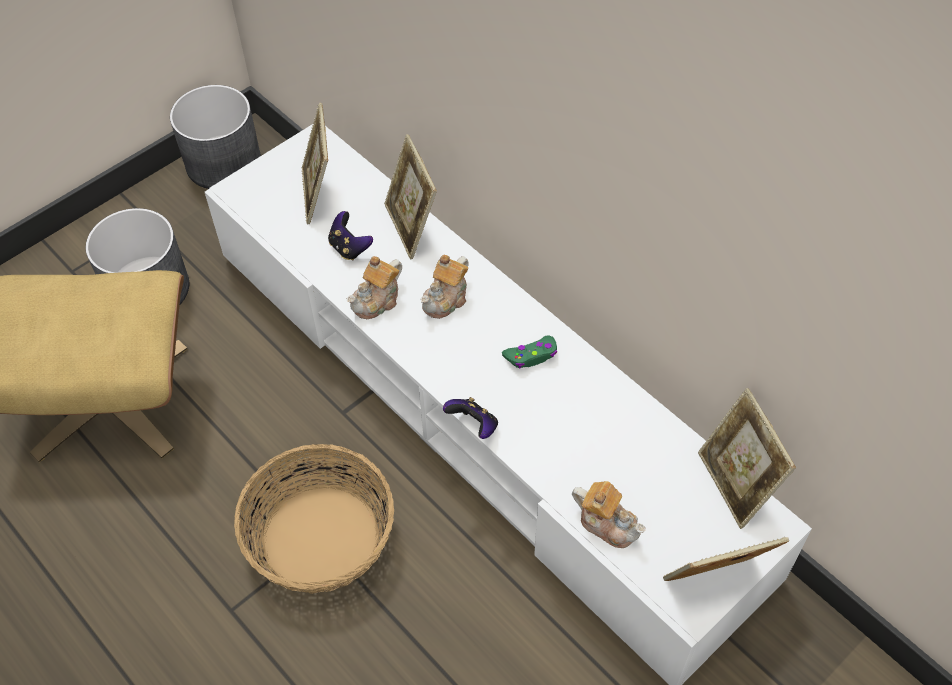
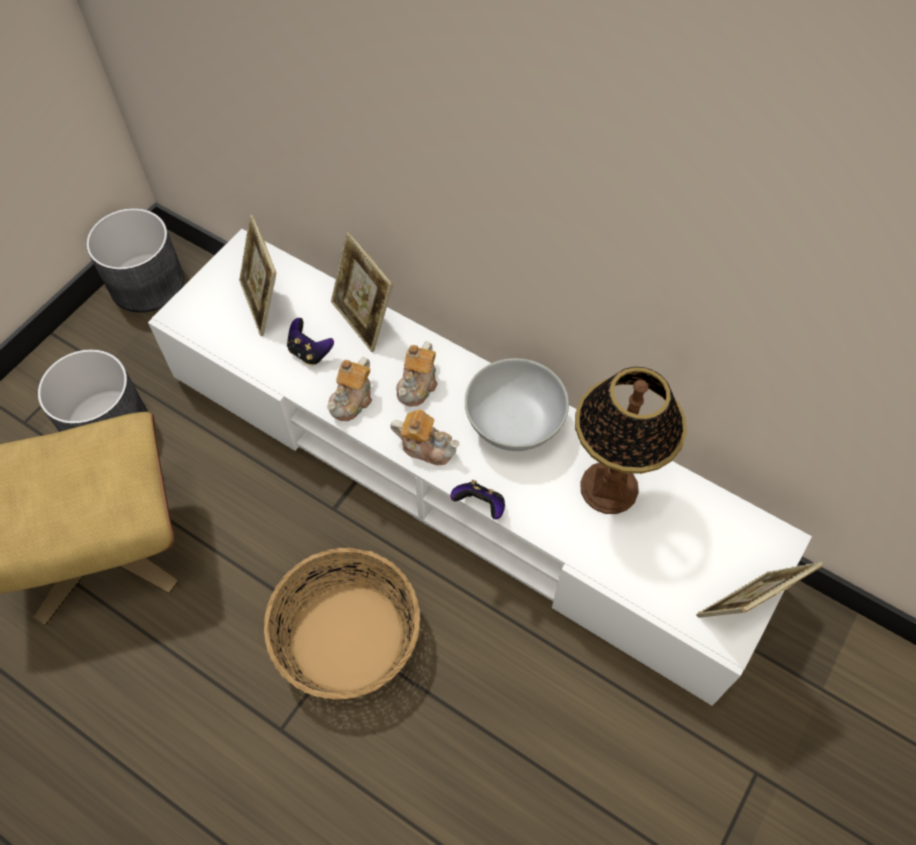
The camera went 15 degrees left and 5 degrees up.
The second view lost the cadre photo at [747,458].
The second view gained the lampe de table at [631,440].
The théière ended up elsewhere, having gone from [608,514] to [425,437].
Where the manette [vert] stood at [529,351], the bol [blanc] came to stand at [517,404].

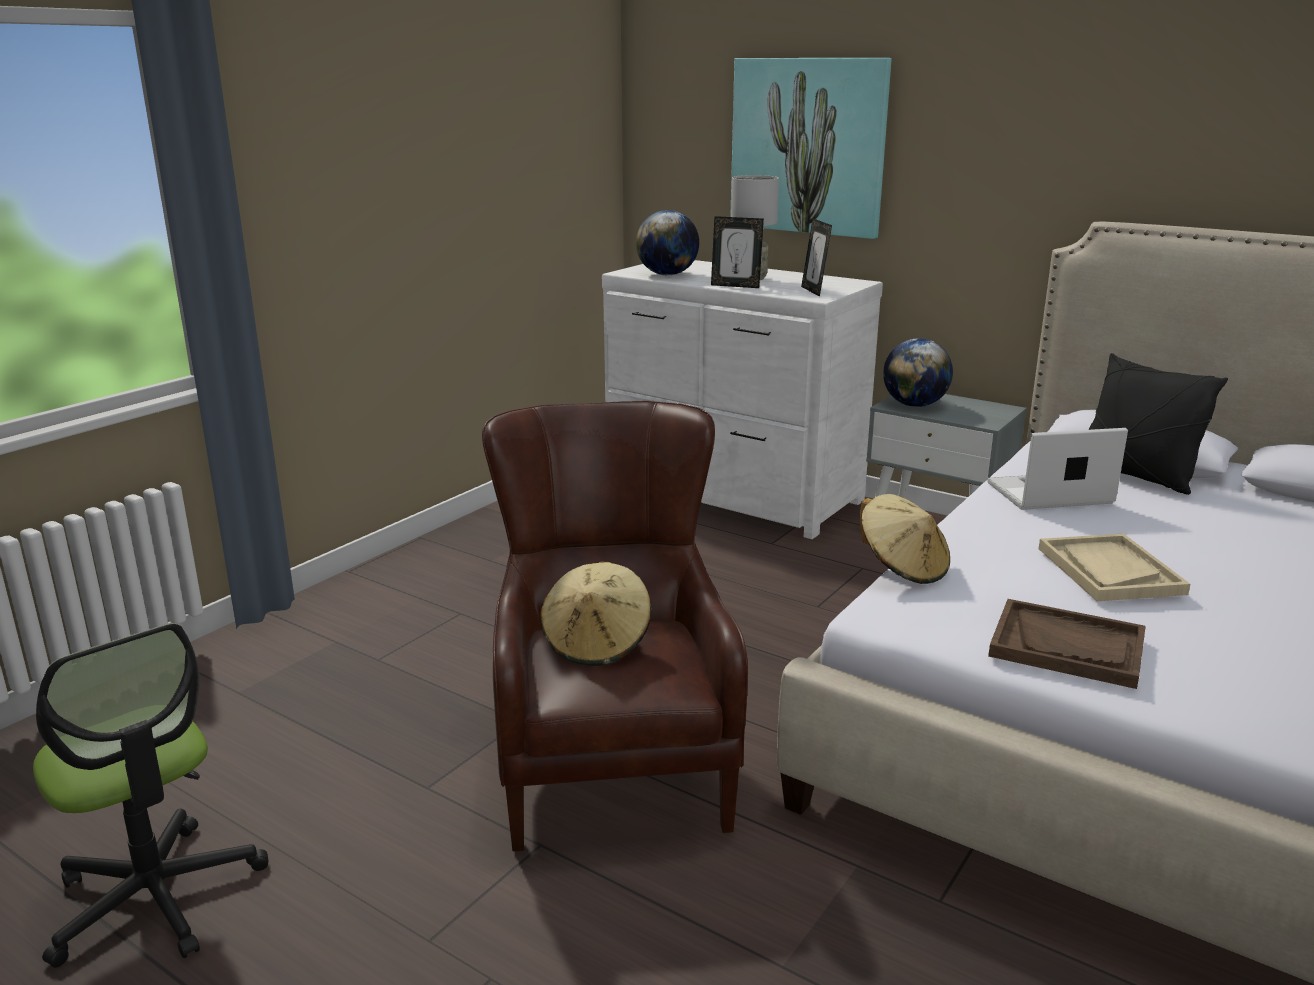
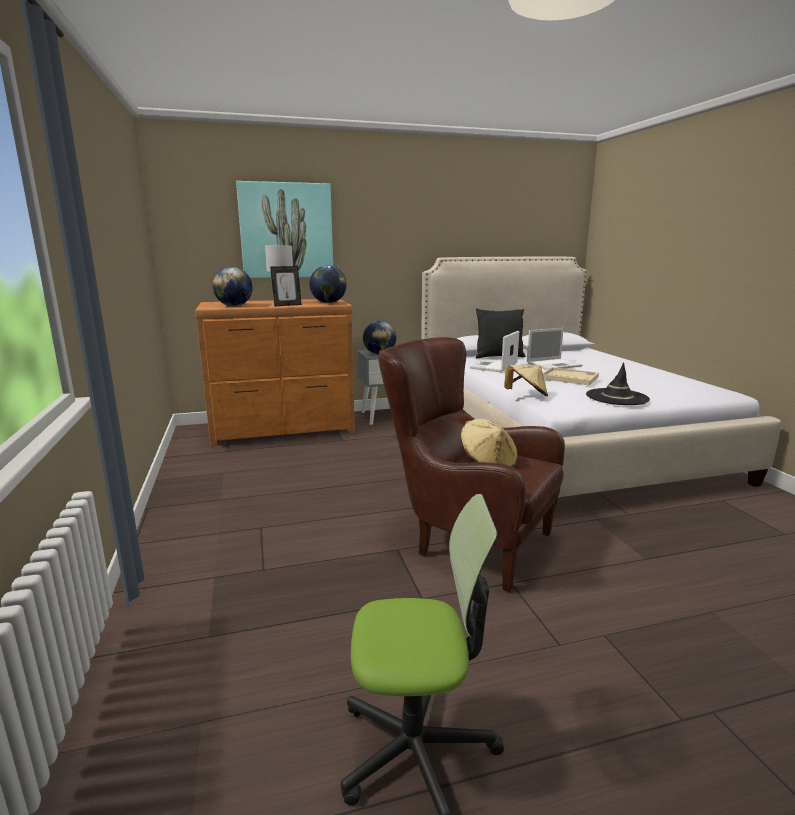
The camera went 50 degrees left and 5 degrees down.
The second view gained the ordinateur portable at [554,349].
Where the cadre photo stood at [816,258], the globe came to stand at [328,284].
Where the plateau [marron] stood at [1067,644], the chapeau [noir] came to stand at [618,383].
What was the commode [blanc] at [742,399] turned into the commode [marron] at [275,372].

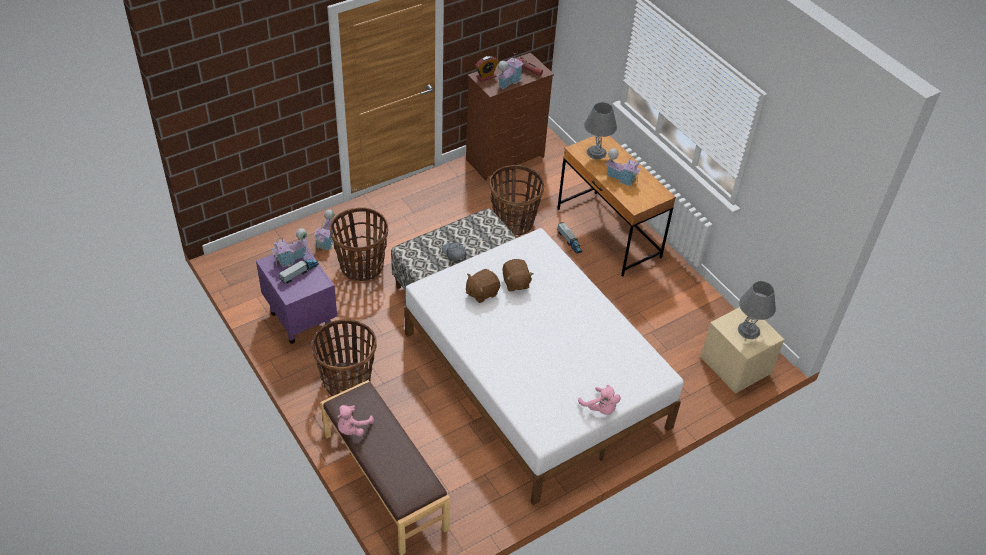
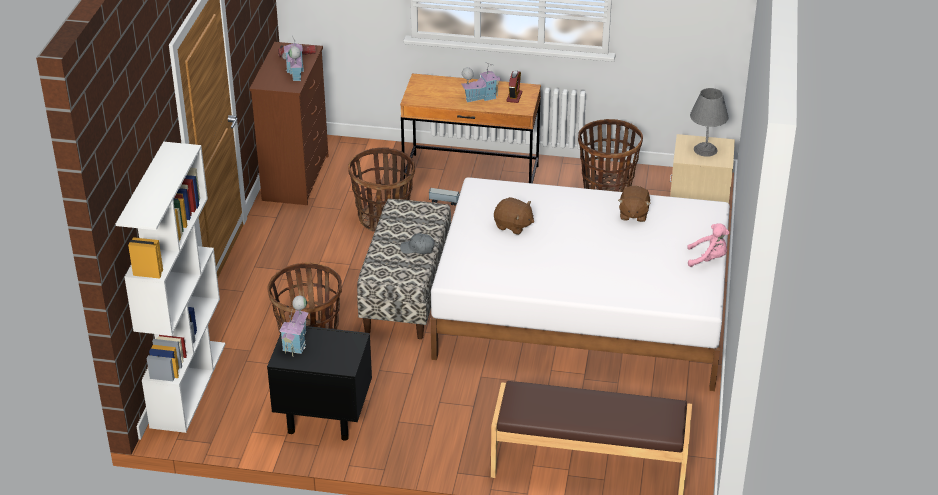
The camera went 45 degrees left and 10 degrees down.
The second view lost the camion jouet at [299,271].
The second view lost the maison miniature at [324,230].
The second view lost the peluche [rose] at [356,420].
The second view lost the lampe de table [gris] at [600,130].
The second view gained the bibliothèque [blanc] at [171,287].
The panier ended up elsewhere, having gone from [344,357] to [610,155].
The peluche [marron] ended up elsewhere, having gone from [483,286] to [634,204].
The réveil ended up elsewhere, having gone from [486,69] to [514,87].
What was the table de chevet [violet] at [296,295] turned into the table de chevet [noir] at [319,383].

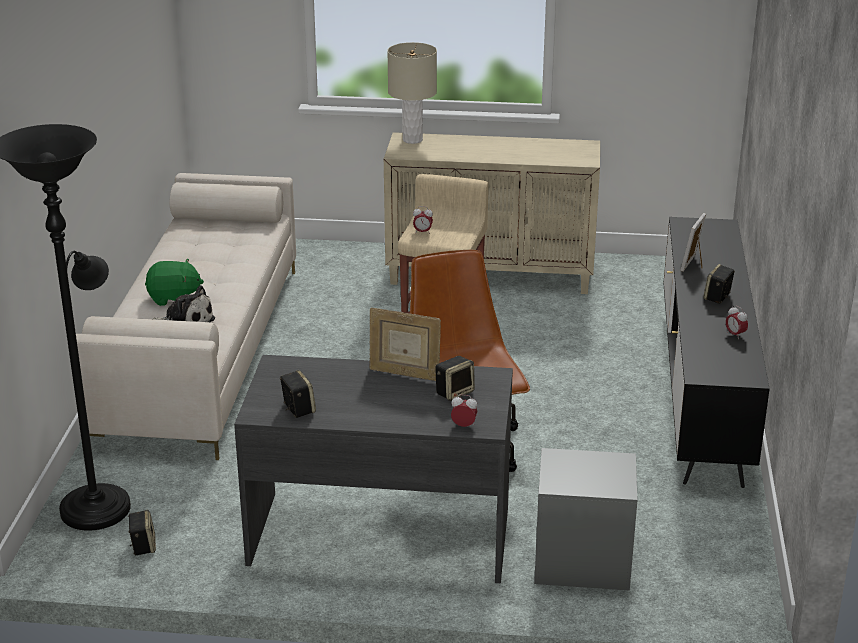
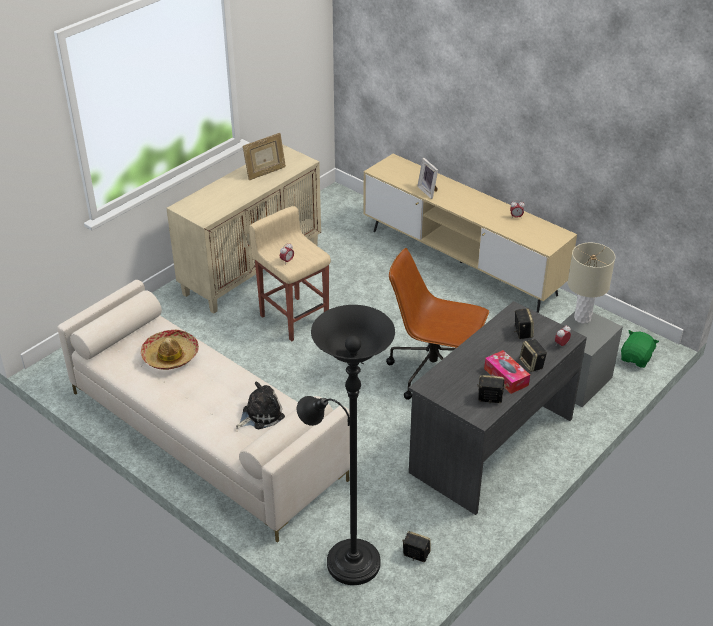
The camera went 55 degrees left and 10 degrees up.
The second view gained the chapeau at [170,350].
The second view gained the boîte à mouchoirs at [507,372].
The peluche [vert] ended up elsewhere, having gone from [174,282] to [640,349].
The cadre photo ended up elsewhere, having gone from [405,344] to [264,156].
The lampe de table [beige] ended up elsewhere, having gone from [412,93] to [591,283].
The enceinte ended up elsewhere, having gone from [719,284] to [533,355].
What was the meuble télé [noir] at [716,352] turned into the meuble télé [beige] at [470,233].

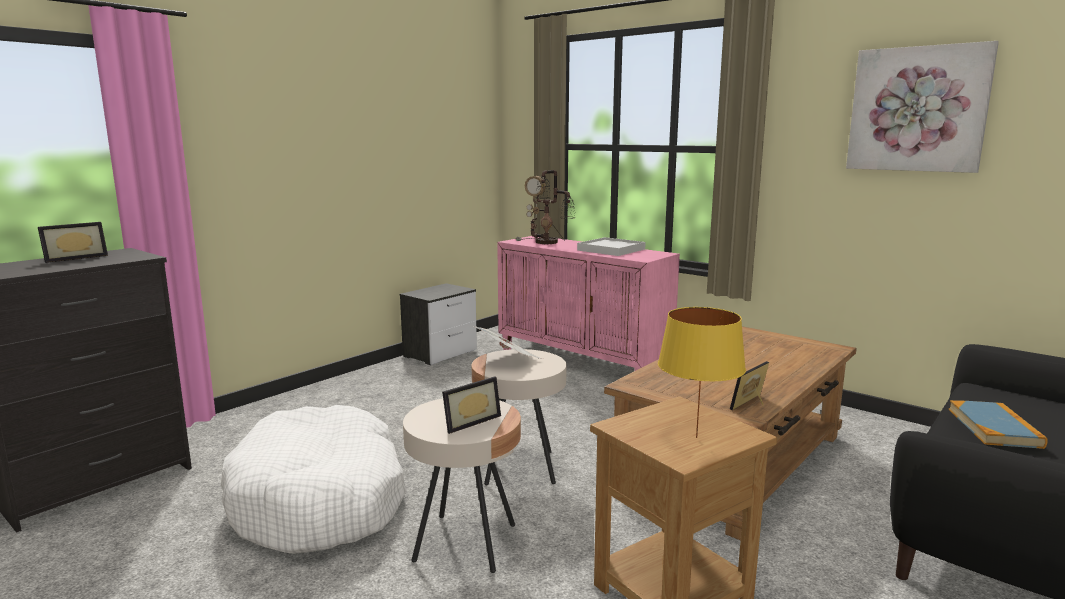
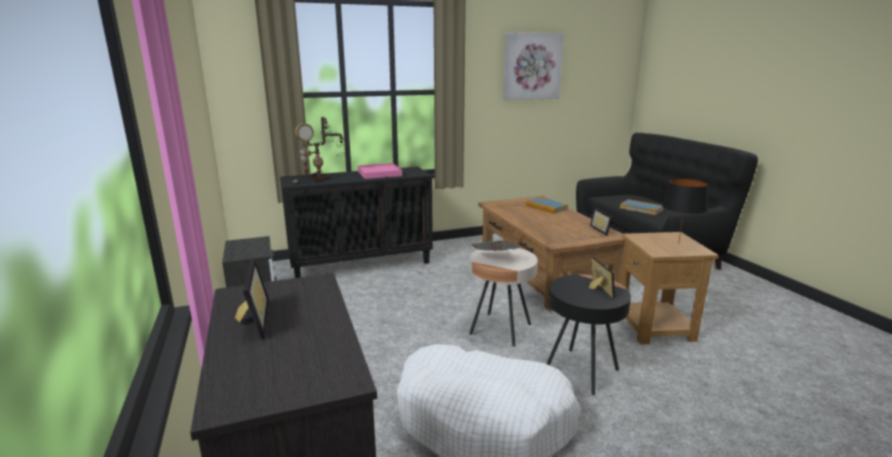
The camera went 60 degrees left and 5 degrees up.
The second view gained the livre at [546,205].
What was the table d'appoint [beige] at [462,485] turned into the table d'appoint [noir] at [588,334].
What was the meuble de rangement [rose] at [588,303] turned into the meuble de rangement [noir] at [356,222].
What was the plateau [blanc] at [611,246] turned into the plateau [rose] at [379,171].
What was the lampe de table [jaune] at [702,372] turned into the lampe de table [noir] at [685,211].

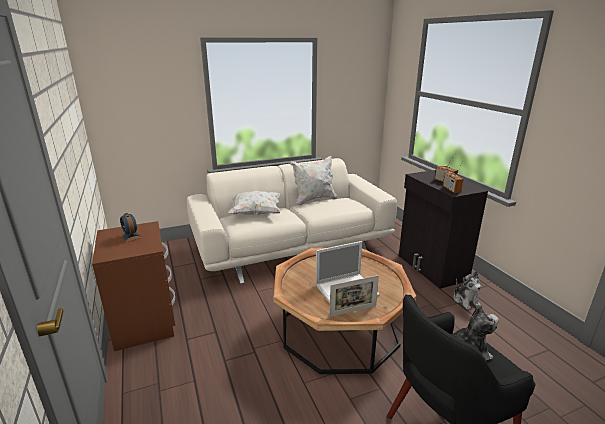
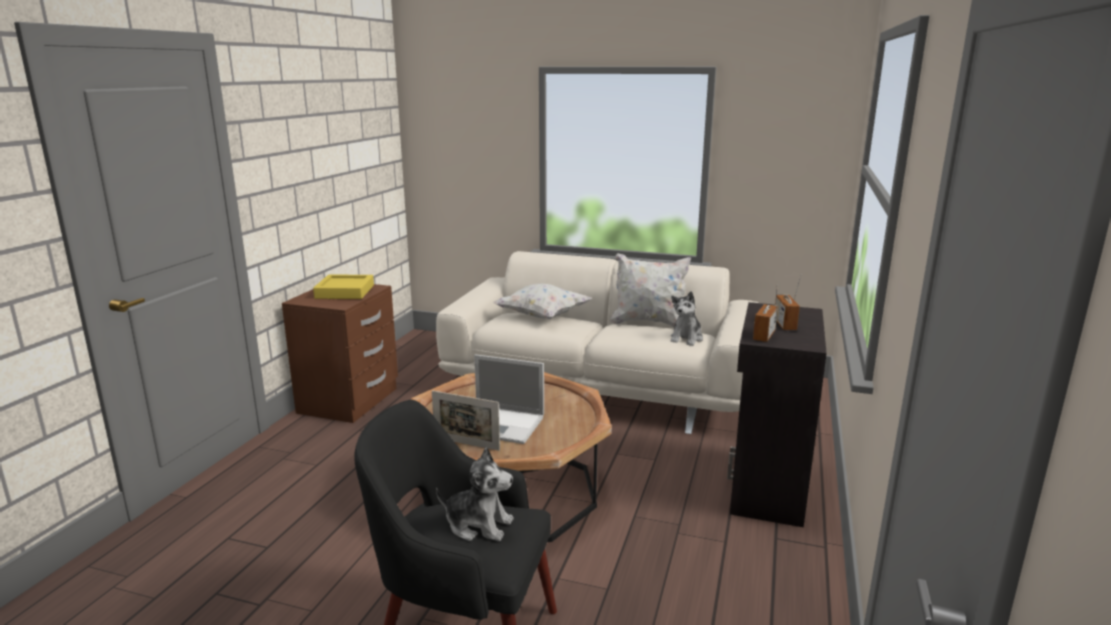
The camera went 40 degrees right and 5 degrees down.
The peluche ended up elsewhere, having gone from [467,290] to [687,318].
Where the réveil stood at [130,227], the plateau [jaune] came to stand at [343,287].

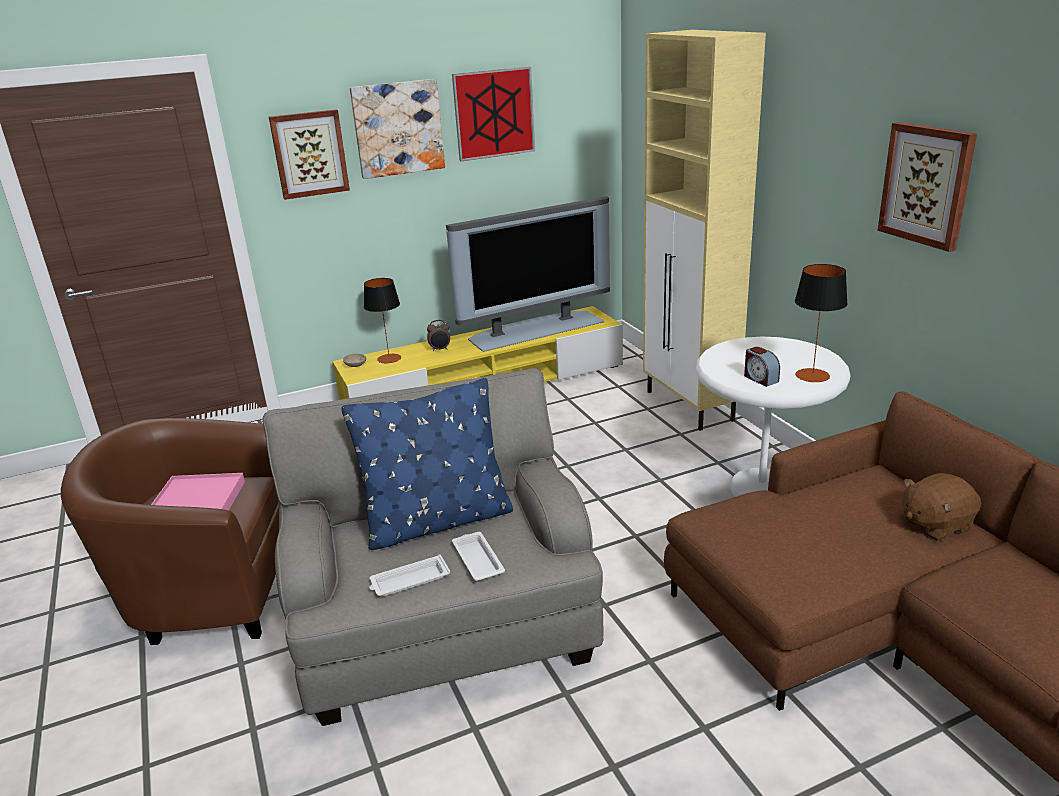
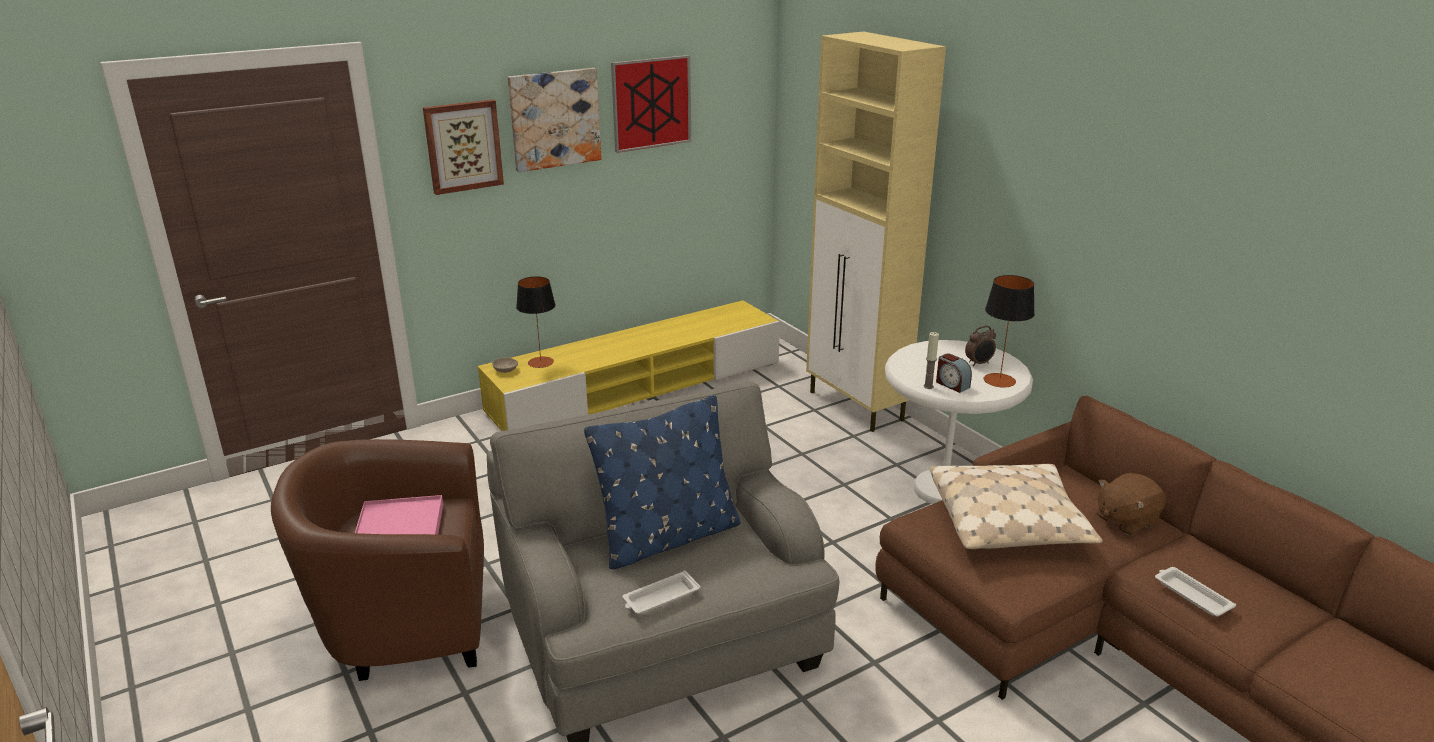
The camera went 10 degrees left and 0 degrees up.
The second view lost the téléviseur at [528,274].
The second view lost the tableau at [927,187].
The second view gained the bougie at [931,360].
The second view gained the coussin [beige] at [1016,506].
The réveil ended up elsewhere, having gone from [438,336] to [980,346].
The plateau [blanc] ended up elsewhere, having gone from [478,556] to [1195,591].

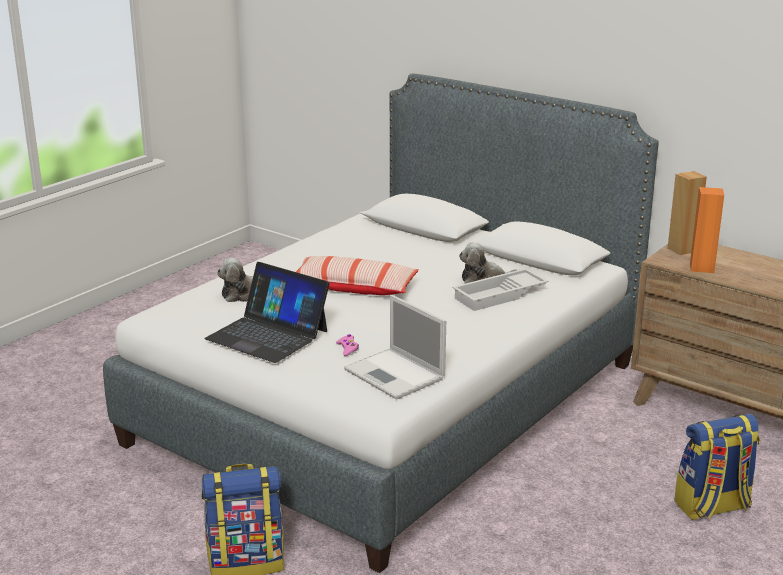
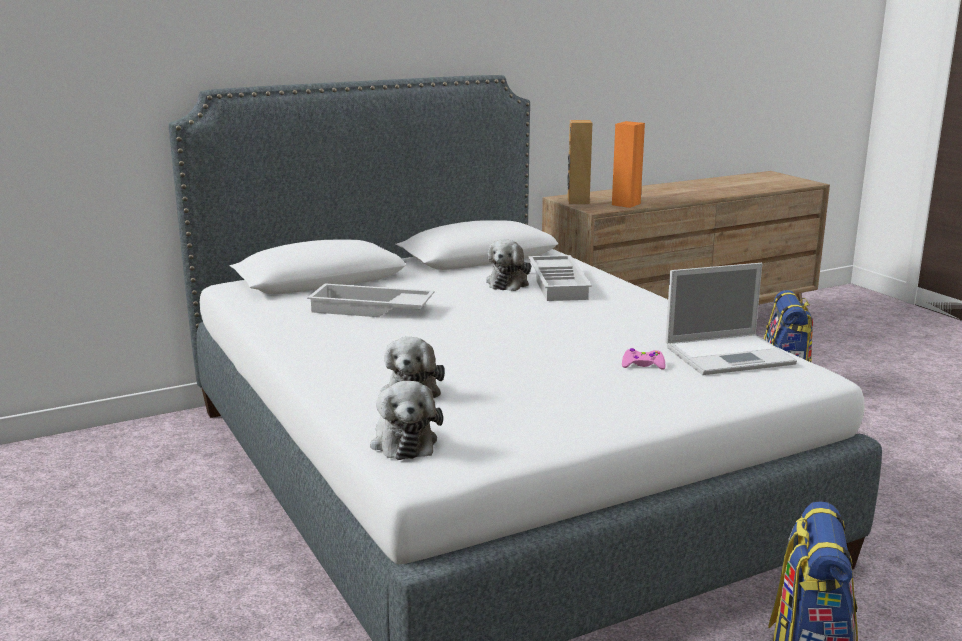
The camera went 65 degrees left and 5 degrees down.
The second view lost the ordinateur portable at [267,312].
The second view lost the coussin at [357,275].
The second view gained the plateau [blanc] at [371,300].
The second view gained the peluche at [406,420].

